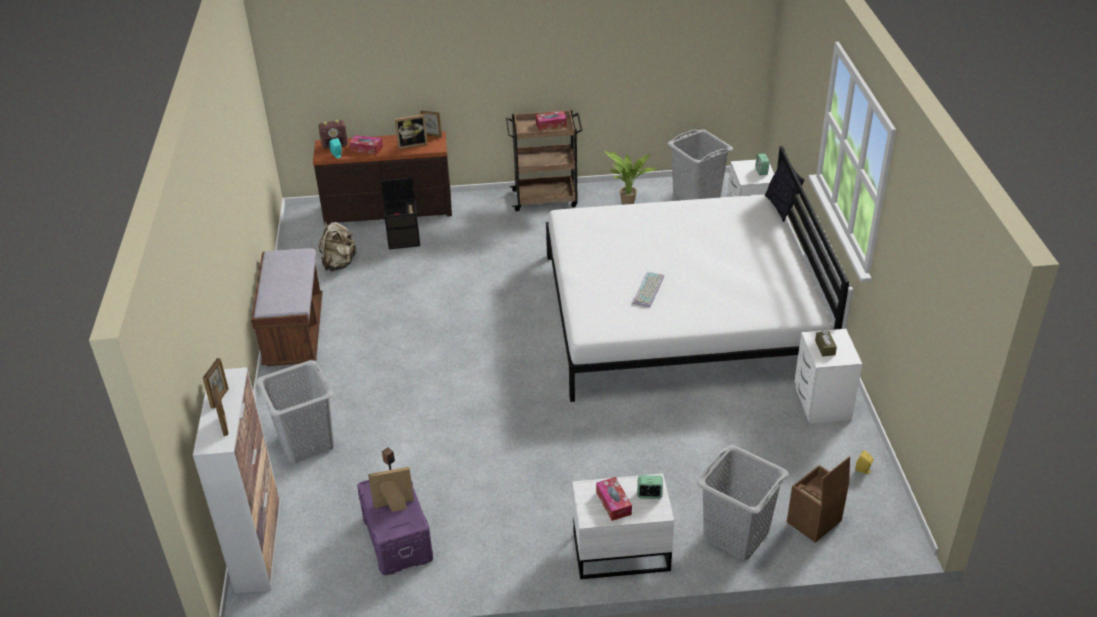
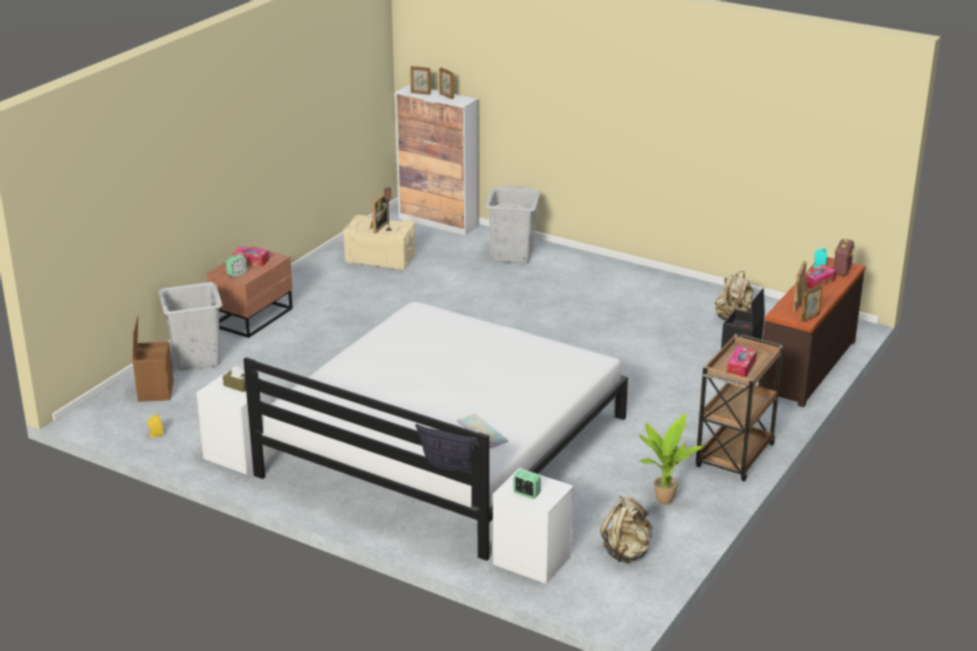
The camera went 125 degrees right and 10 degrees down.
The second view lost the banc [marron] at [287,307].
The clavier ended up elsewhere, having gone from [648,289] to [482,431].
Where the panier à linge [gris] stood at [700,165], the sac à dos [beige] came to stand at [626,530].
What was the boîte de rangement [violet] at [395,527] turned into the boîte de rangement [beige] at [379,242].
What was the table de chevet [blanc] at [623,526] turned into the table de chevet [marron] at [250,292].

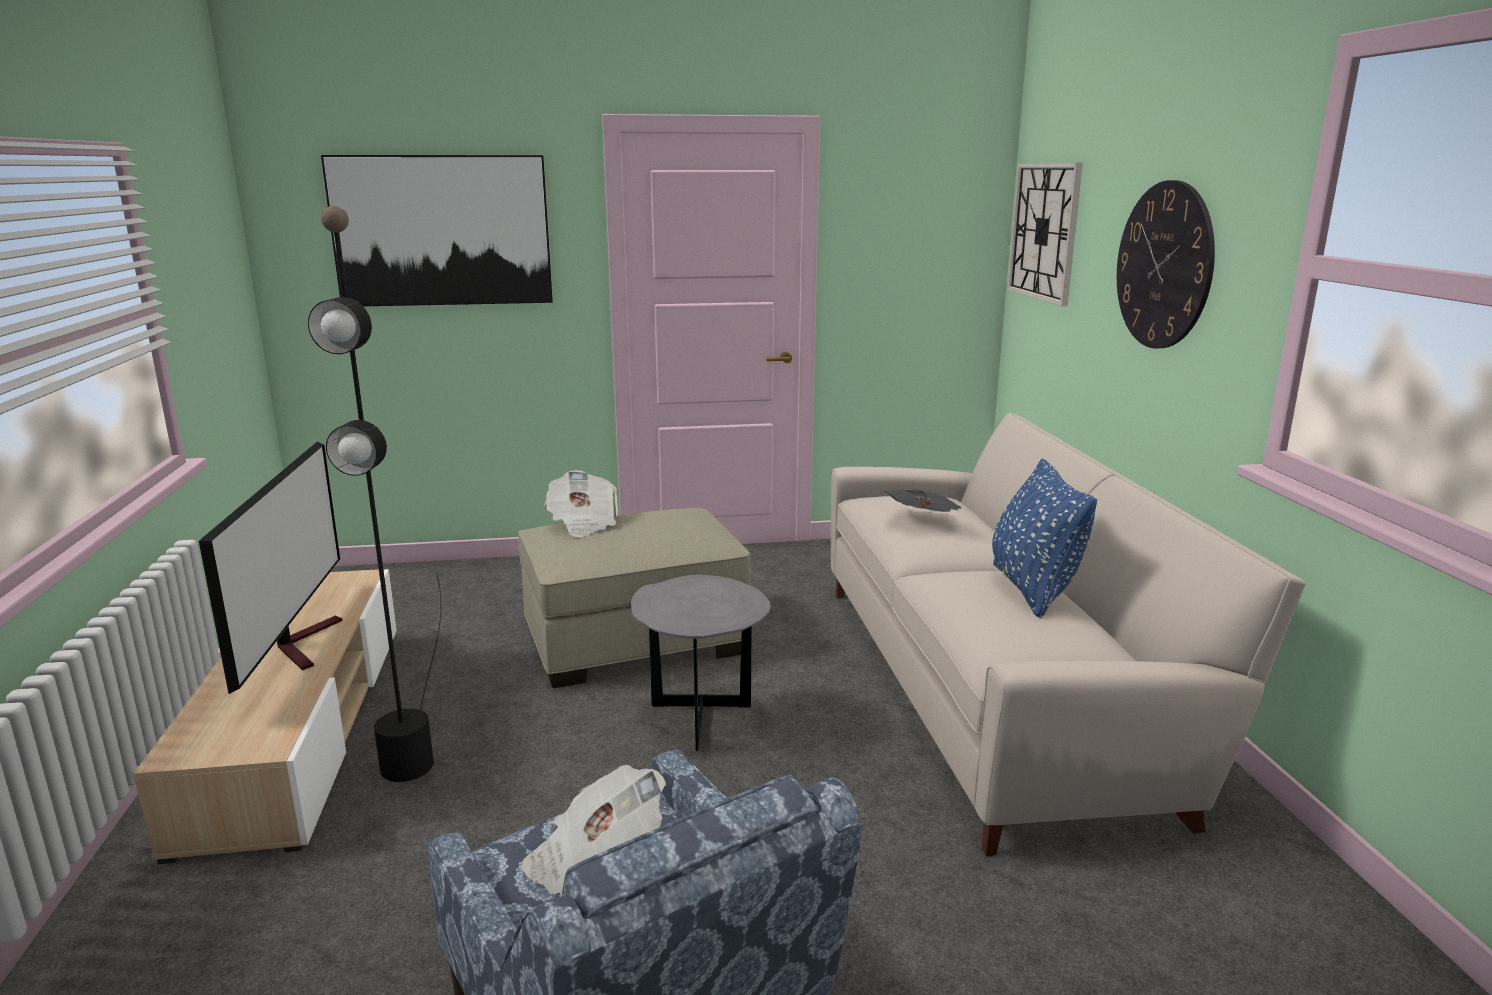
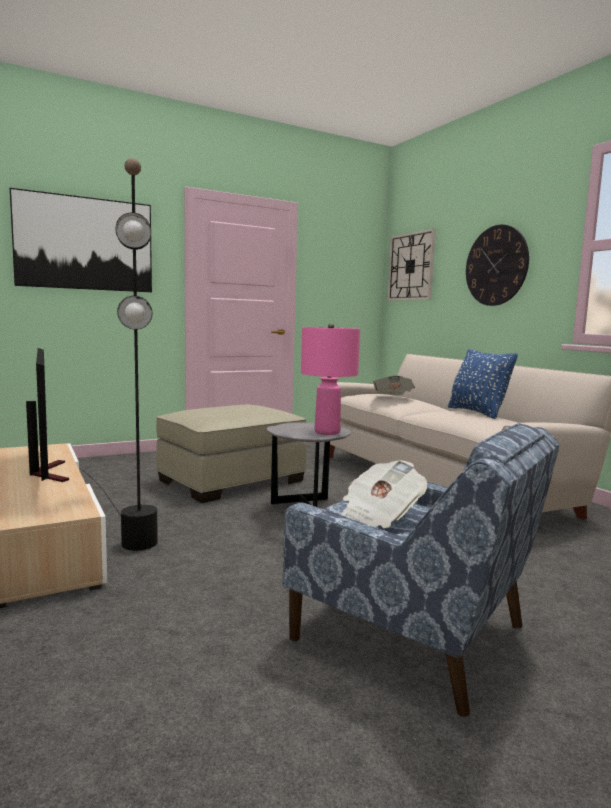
The camera went 20 degrees left and 10 degrees down.
The second view lost the journal at [581,503].
The second view gained the lampe de table [rose] at [330,379].

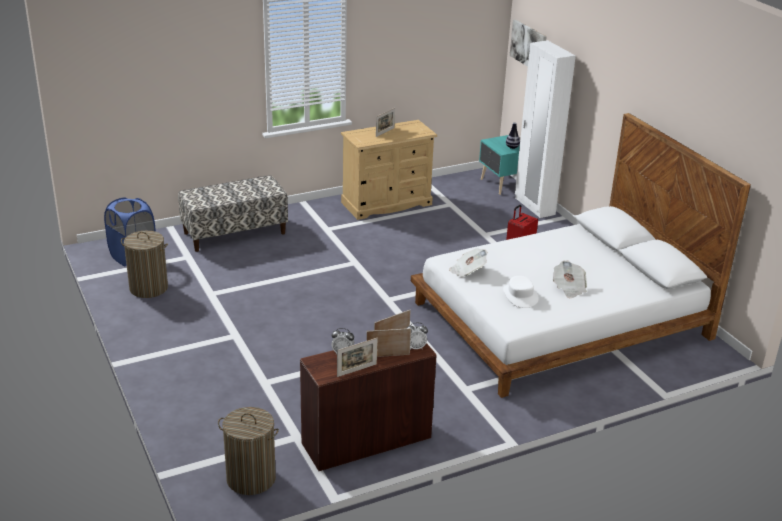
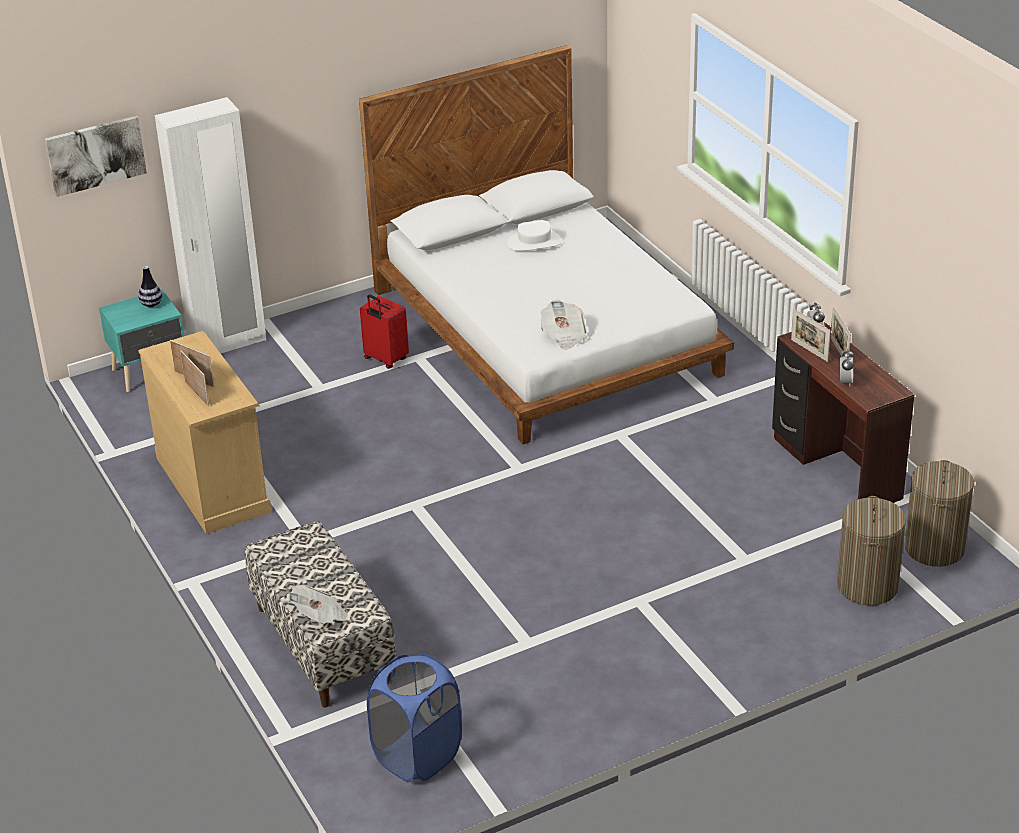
The camera went 90 degrees left and 5 degrees up.
The panier à linge ended up elsewhere, having gone from [144,264] to [871,550].
The cadre photo ended up elsewhere, having gone from [357,357] to [194,378].
The chapeau [blanc] ended up elsewhere, having gone from [521,292] to [535,235].
The journal ended up elsewhere, having gone from [570,279] to [318,604].

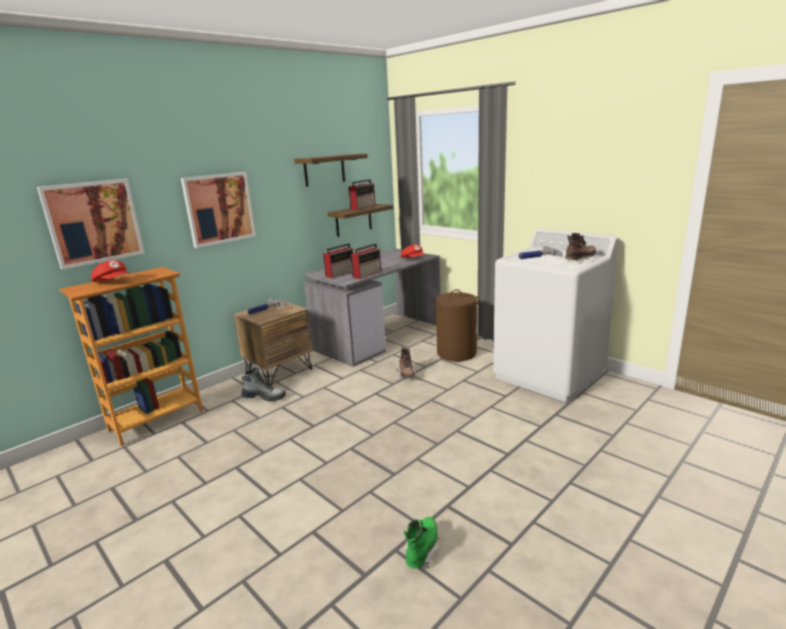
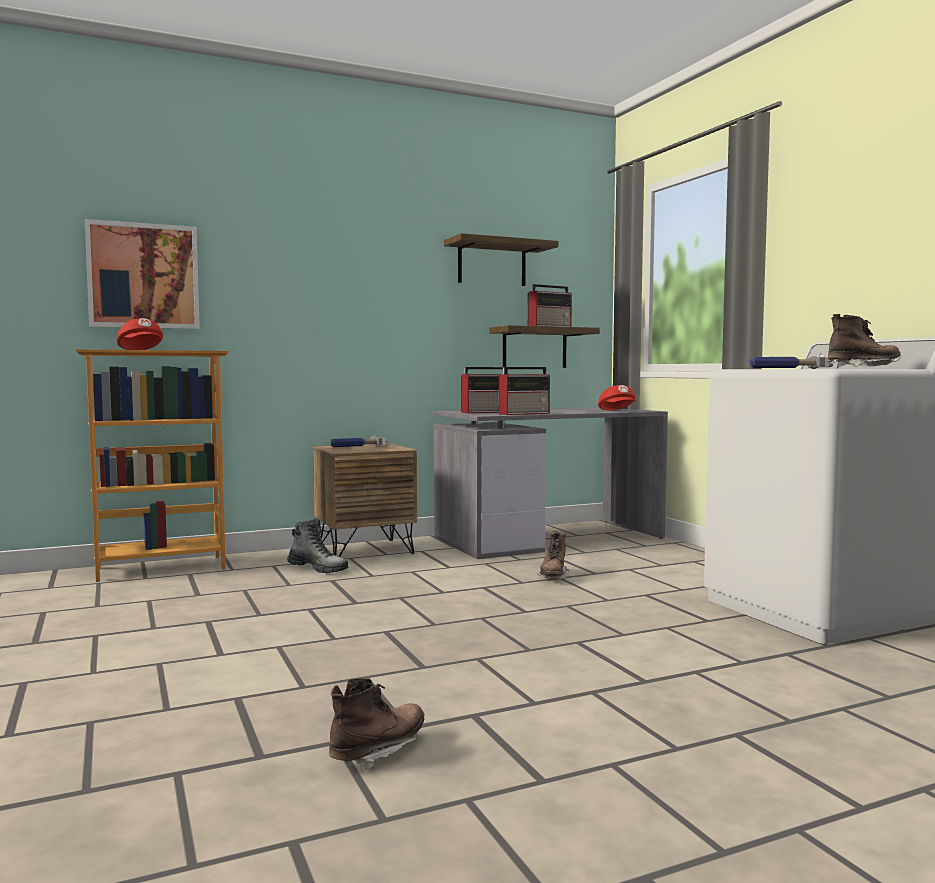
The camera went 20 degrees right and 15 degrees down.
The second view lost the tableau at [218,210].
The second view lost the panier à linge [marron] at [456,325].
What was the botte [vert] at [422,542] turned into the botte [marron] at [376,724].

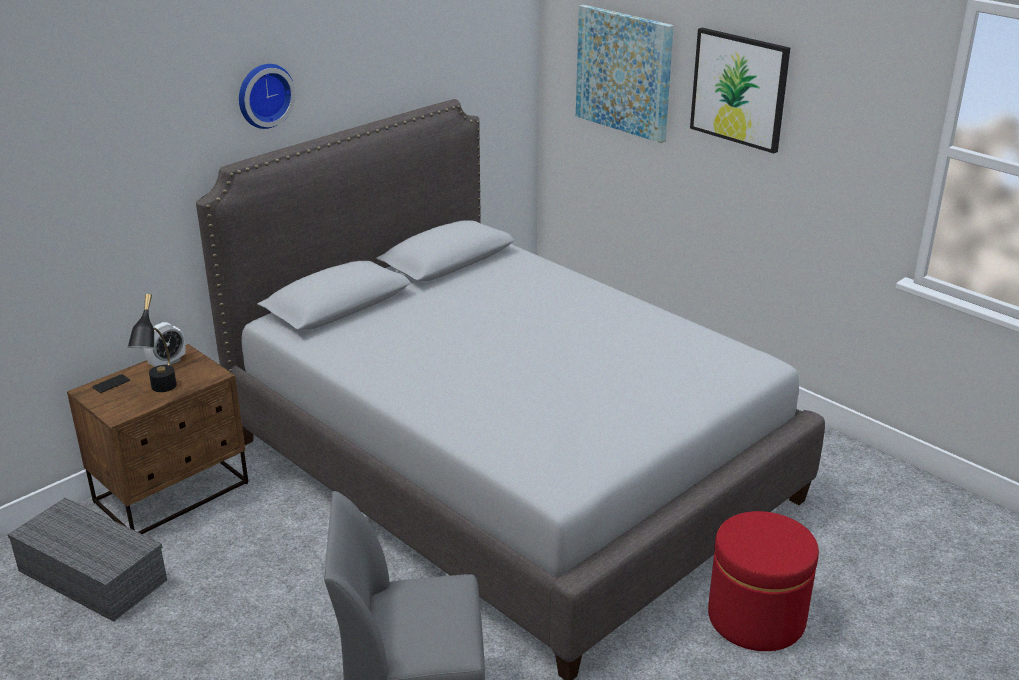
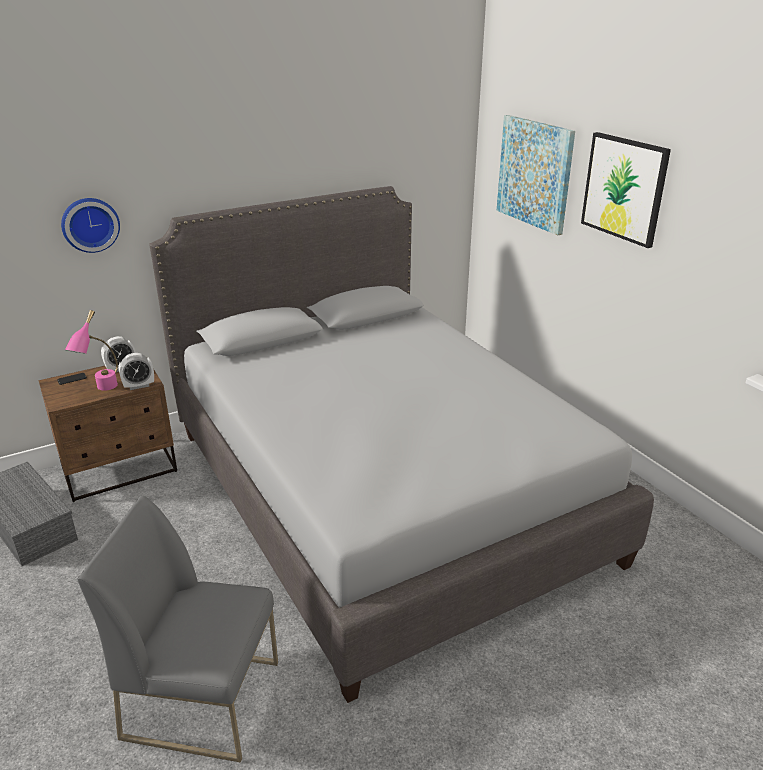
The camera went 15 degrees right and 0 degrees up.
The second view lost the pouf [rouge] at [763,581].
The second view gained the réveil at [136,371].
The horloge murale ended up elsewhere, having gone from [267,96] to [90,225].
What was the lampe de table [noir] at [152,343] turned into the lampe de table [rose] at [91,350].

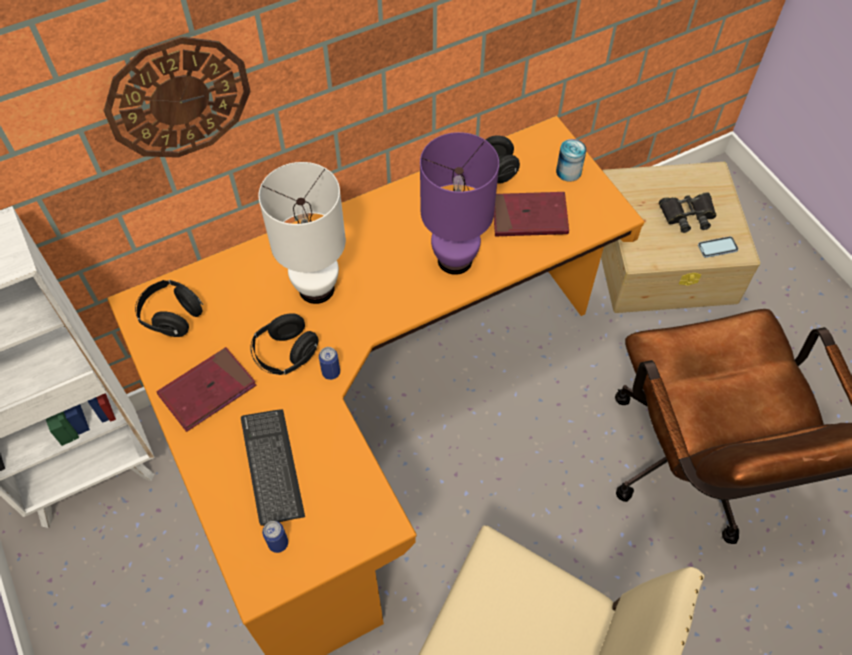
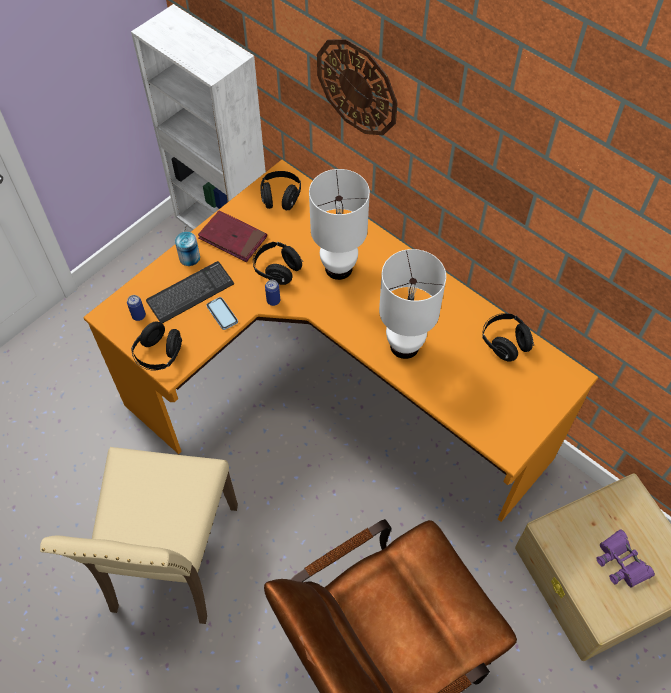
The camera went 70 degrees right and 0 degrees up.
The second view lost the livre [rouge] at [531,214].
The second view gained the casque audio [noir] at [156,345].
The boîte métallique ended up elsewhere, having gone from [571,160] to [187,249].
The téléphone ended up elsewhere, having gone from [718,247] to [222,313].
What was the lampe de table [violet] at [459,203] turned into the lampe de table [blanc] at [412,304].
What was the jumelles [noir] at [688,212] turned into the jumelles [violet] at [625,559].

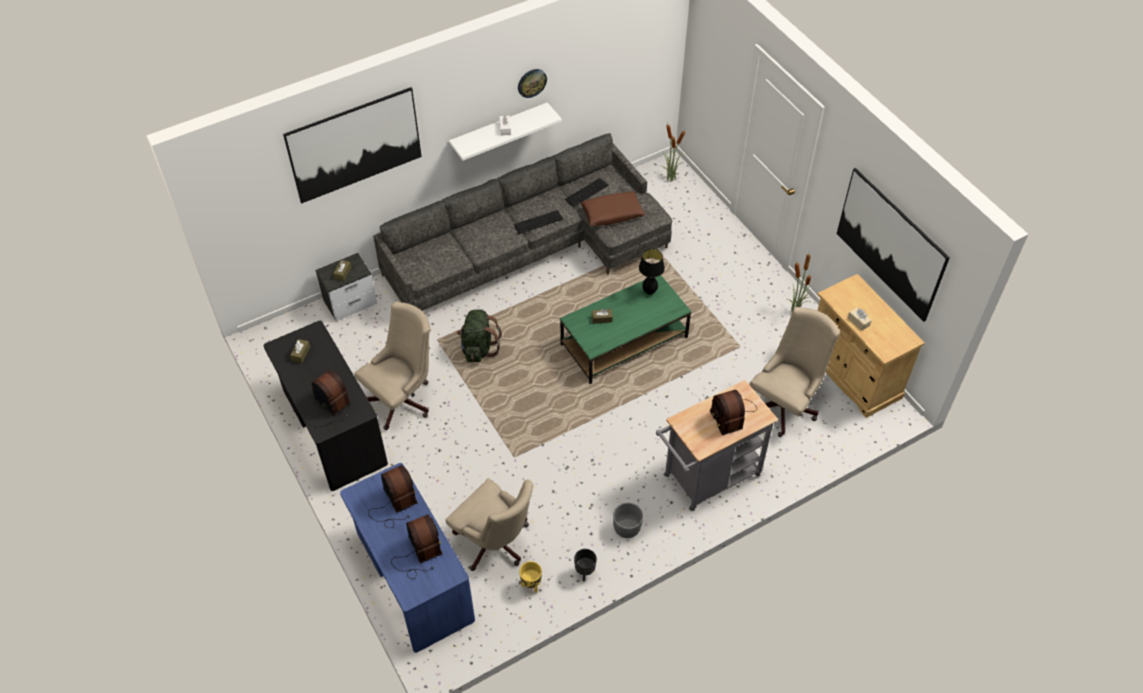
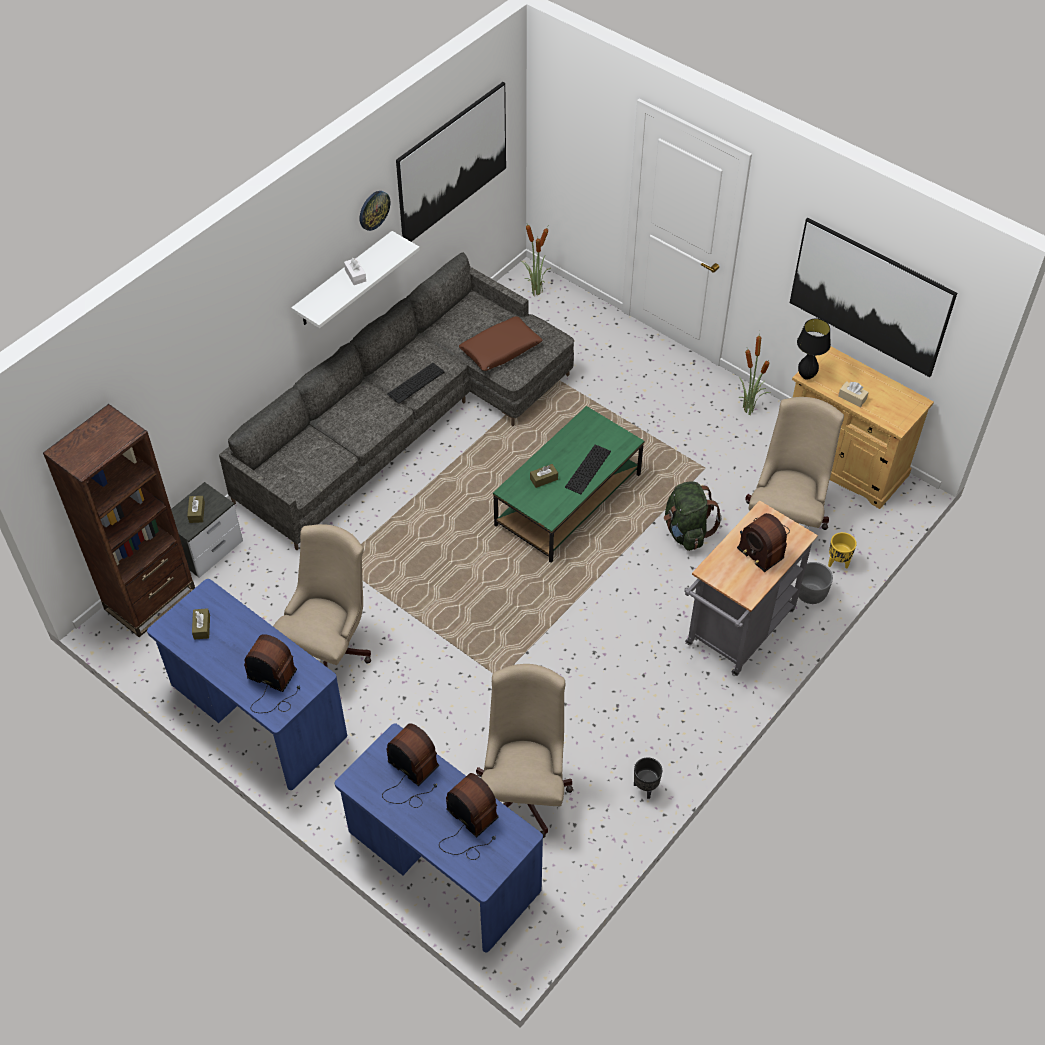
The camera went 20 degrees left and 0 degrees up.
The second view gained the bibliothèque [marron] at [119,520].
The tableau ended up elsewhere, having gone from [352,145] to [451,162].
The sac à dos [vert] ended up elsewhere, having gone from [479,336] to [693,516].
The cache-pot [jaune] ended up elsewhere, having gone from [530,577] to [842,550].
The clavier ended up elsewhere, having gone from [586,192] to [588,469].
The cache-pot [gris] ended up elsewhere, having gone from [628,520] to [814,583].
The lampe de table [noir] ended up elsewhere, having gone from [652,272] to [814,349].
What was the bureau [noir] at [326,406] turned into the bureau [bleu] at [247,684].
The chaise de bureau [beige] at [489,524] ended up facing another way, 105 degrees counterclockwise from before.

